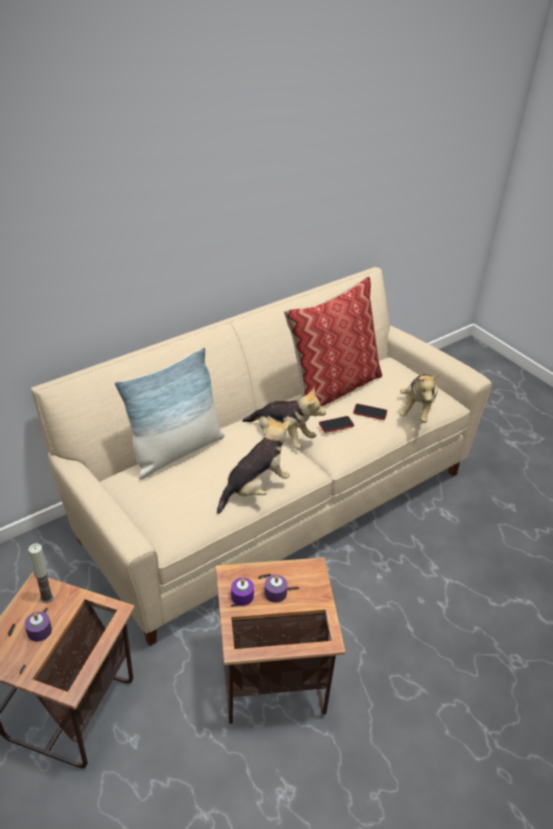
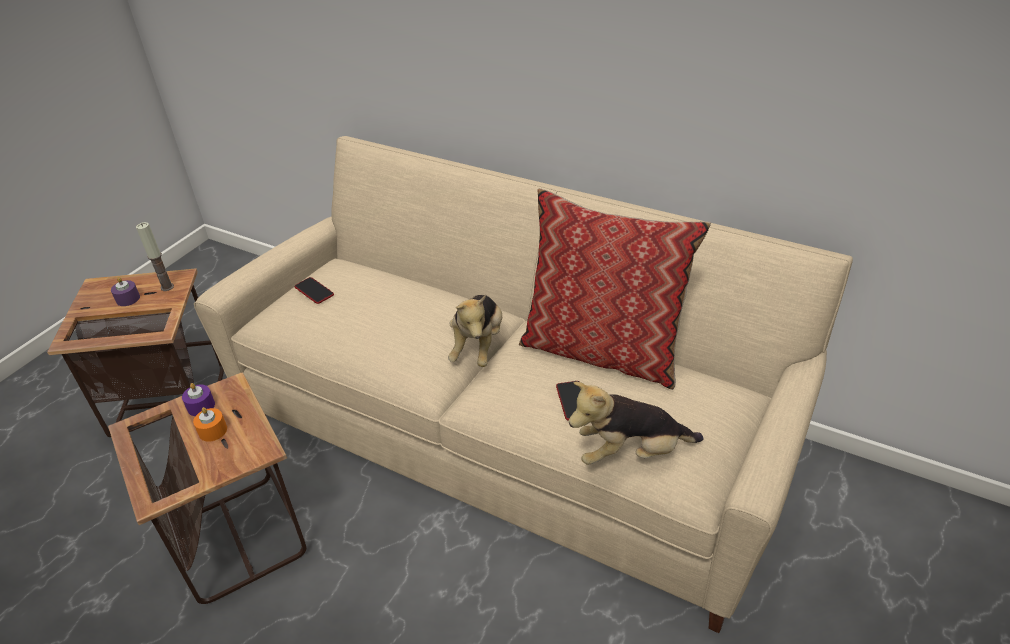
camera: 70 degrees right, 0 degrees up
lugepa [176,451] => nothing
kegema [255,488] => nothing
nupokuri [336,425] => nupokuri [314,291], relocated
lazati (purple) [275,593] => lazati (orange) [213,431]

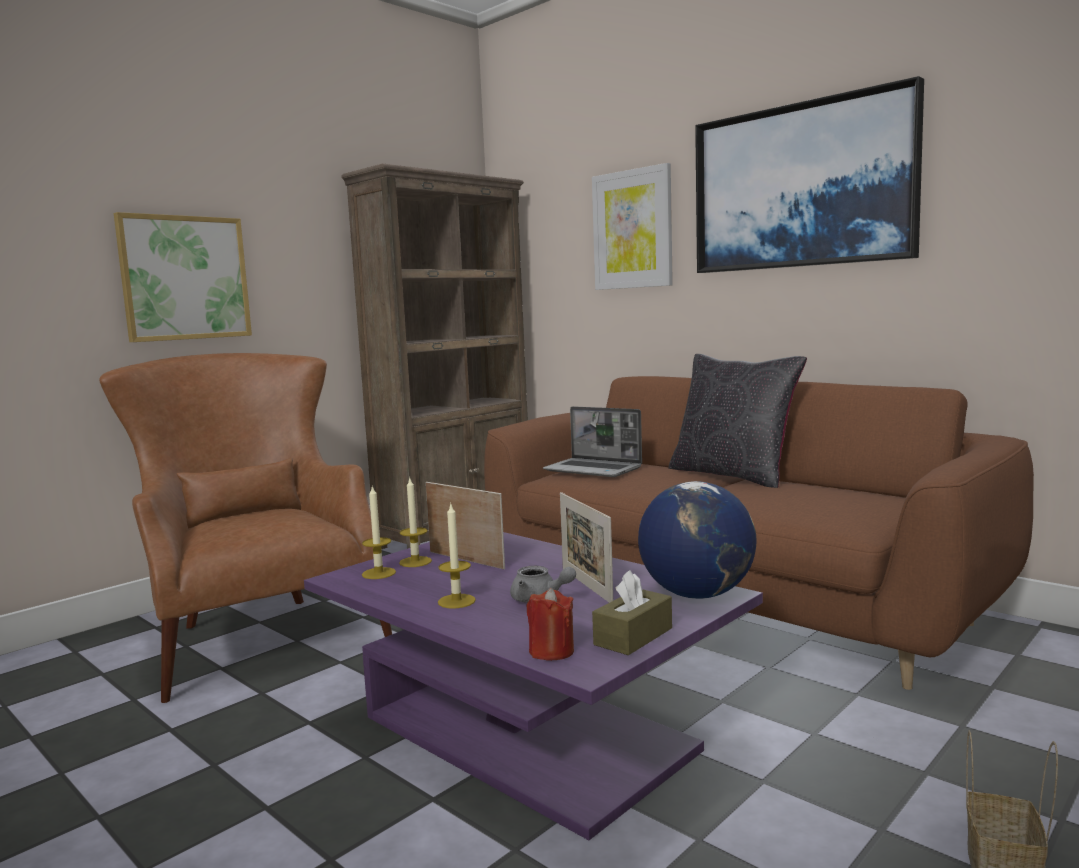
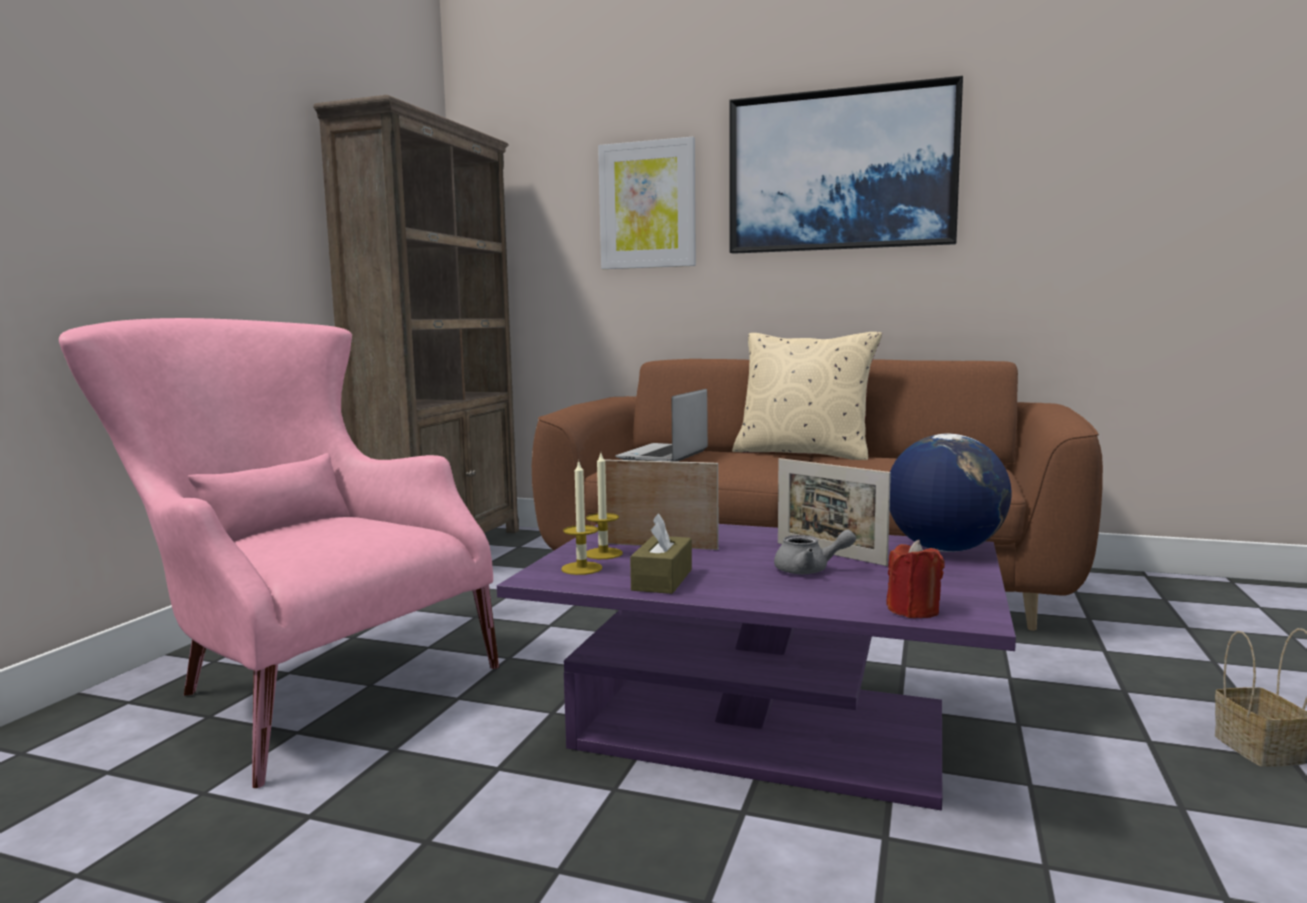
camera: 25 degrees left, 0 degrees up
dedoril [185,278] => nothing
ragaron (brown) [257,630] => ragaron (pink) [299,682]
lugepa (black) [733,475] => lugepa (beige) [804,453]
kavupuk [594,469] => kavupuk [664,455], 105 degrees clockwise
lazati [456,601] => nothing
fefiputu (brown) [633,636] => fefiputu (brown) [662,580], relocated

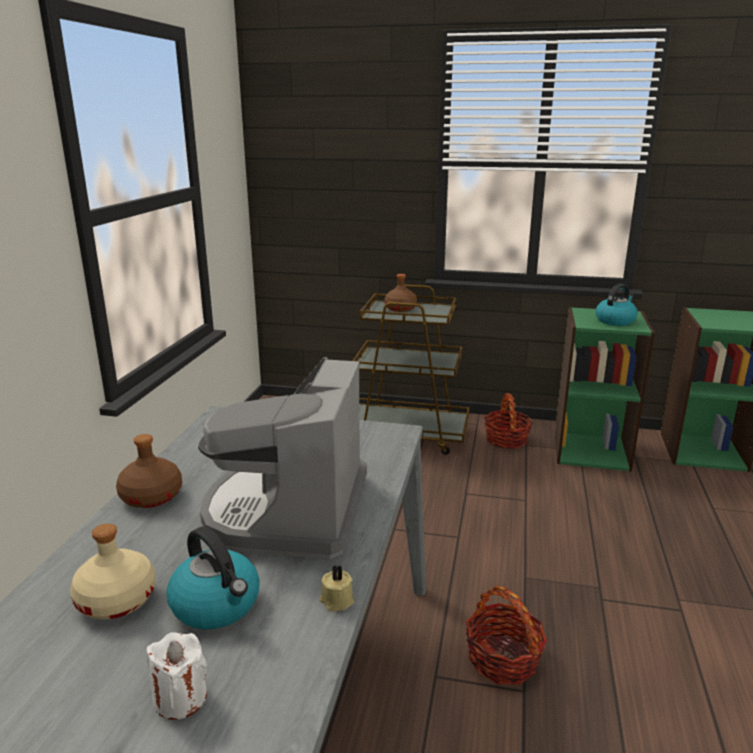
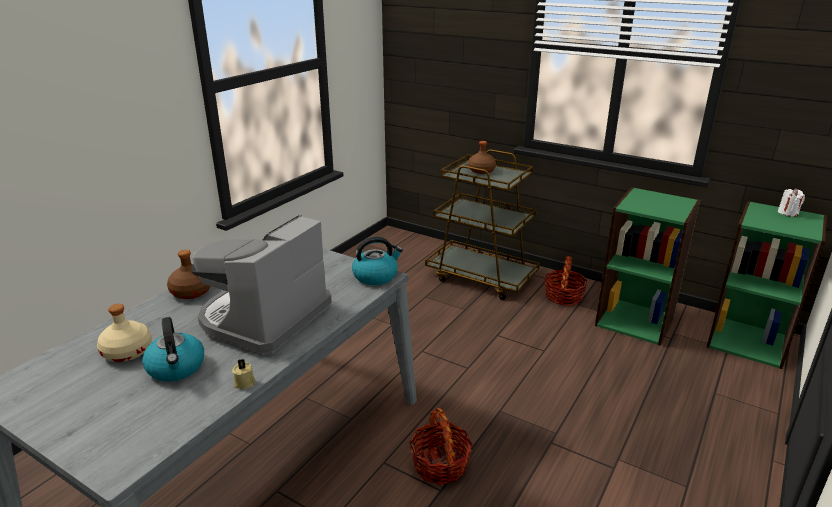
camera: 20 degrees right, 5 degrees up
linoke [615,320] => linoke [376,276], relocated
lazati (white) [180,698] => lazati (white) [788,213], relocated

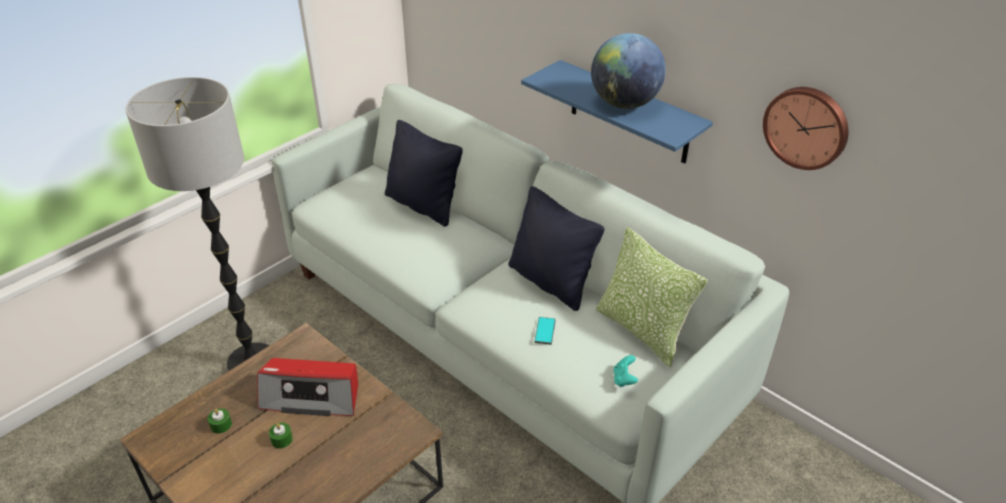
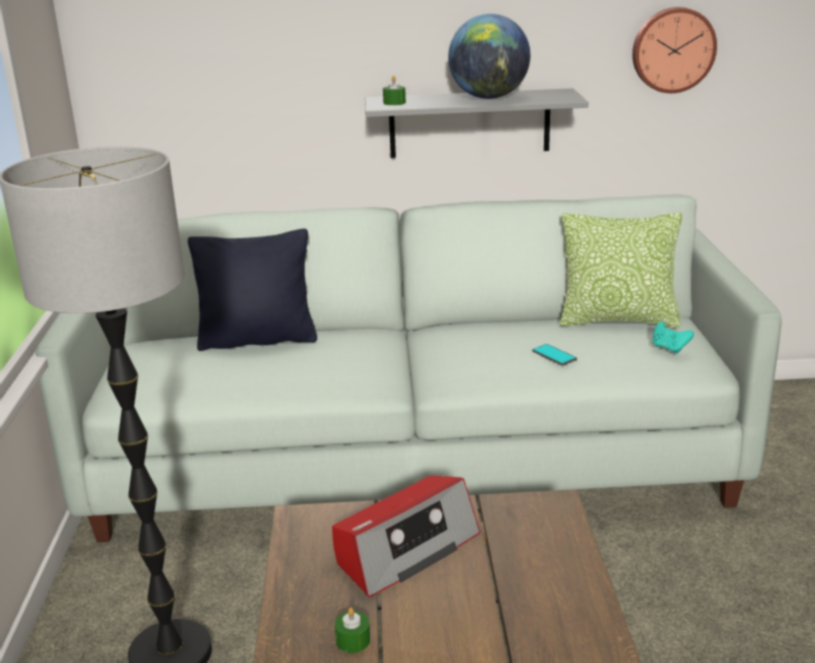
camera: 45 degrees left, 15 degrees down
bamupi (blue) [629,113] => bamupi (grey) [469,123]
lugepa (black) [551,282] => nothing
lazati (green) [282,439] => lazati (green) [394,103], relocated

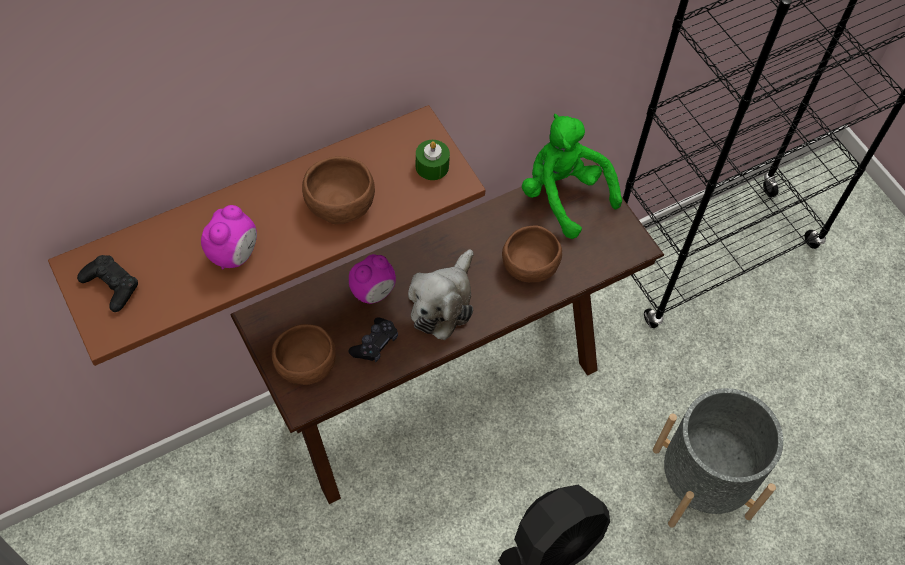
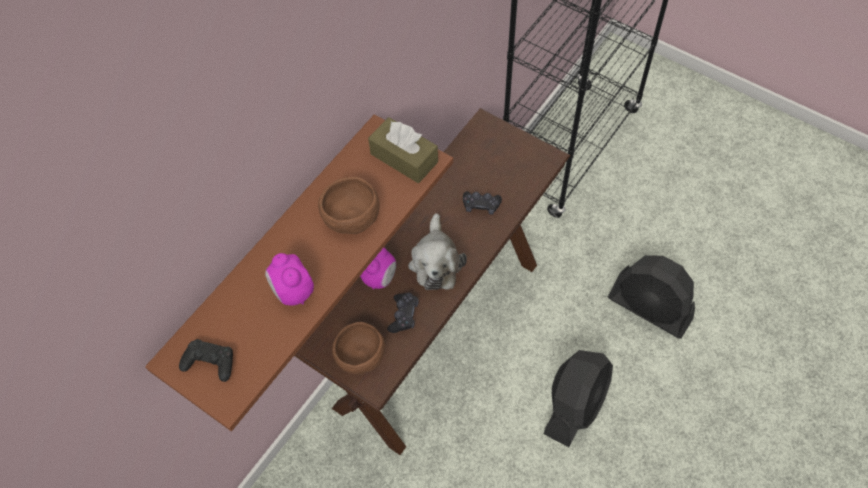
camera: 20 degrees left, 0 degrees up
kegema (green) [563,195] => nothing
lazati (green) [432,166] => fefiputu (brown) [404,158]
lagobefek [234,254] => lagobefek [293,292], 150 degrees clockwise
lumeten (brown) [528,264] => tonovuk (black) [481,205]
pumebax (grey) [701,482] => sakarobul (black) [649,309]

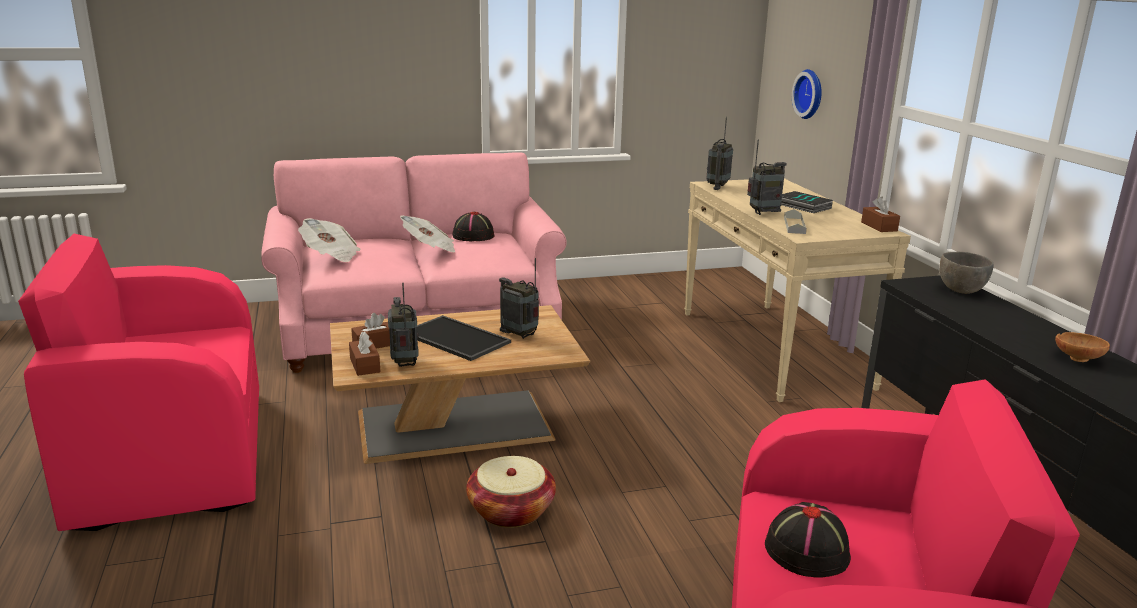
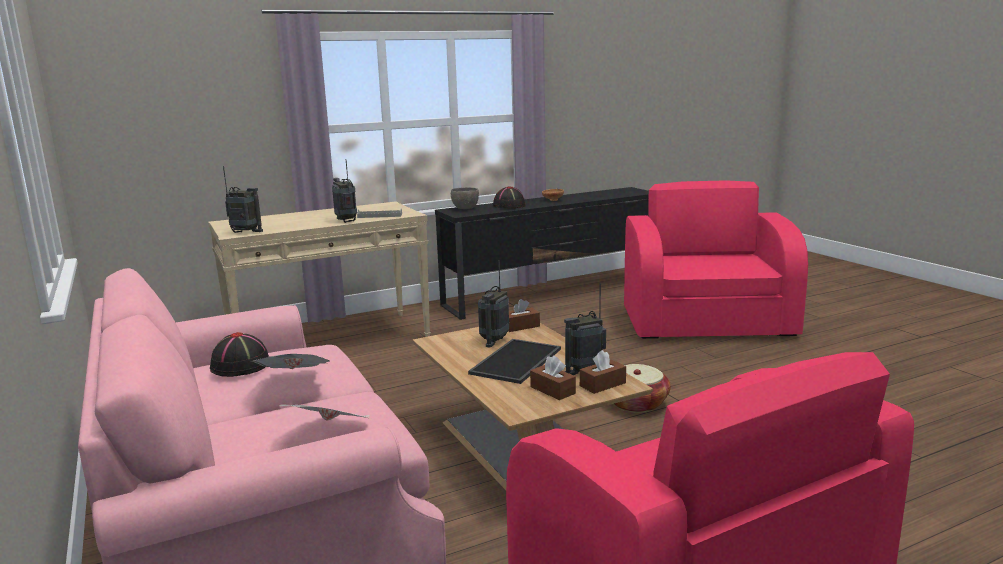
camera: 100 degrees left, 5 degrees down
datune [810,94] => nothing
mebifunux [802,206] => nothing
fefiputu (brown) [879,226] => fefiputu (brown) [520,326], relocated
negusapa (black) [807,550] => negusapa (black) [509,206], relocated

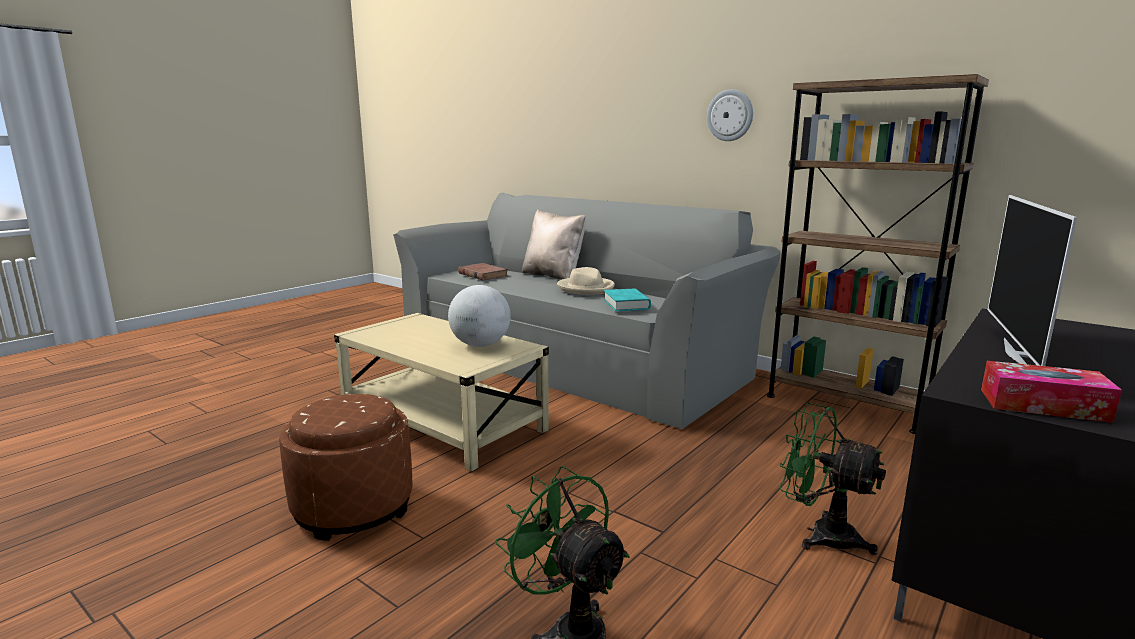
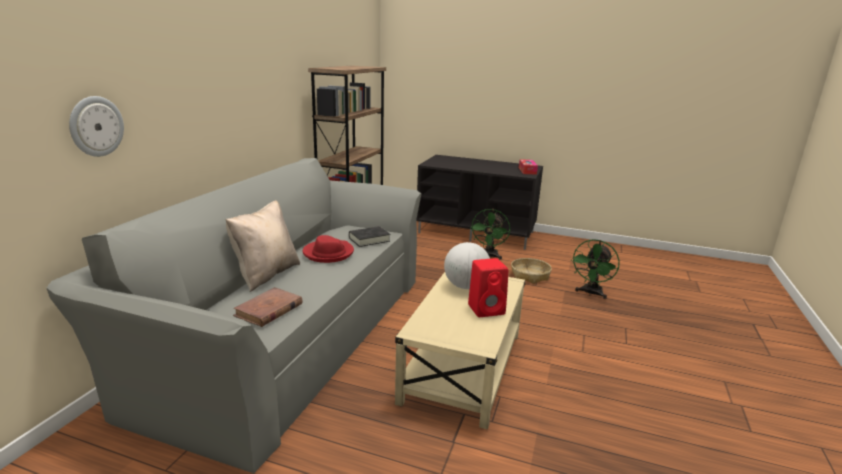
camera: 110 degrees left, 5 degrees up
datune [730,115] => datune [96,126], relocated
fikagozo [1019,354] => nothing
negusapa (beige) [586,288] => negusapa (red) [328,253]
mebifunux (turquoise) [626,304] => mebifunux (black) [369,239]
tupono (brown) [353,507] => nothing
nothing => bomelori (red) [487,309]
nothing => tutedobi [530,275]

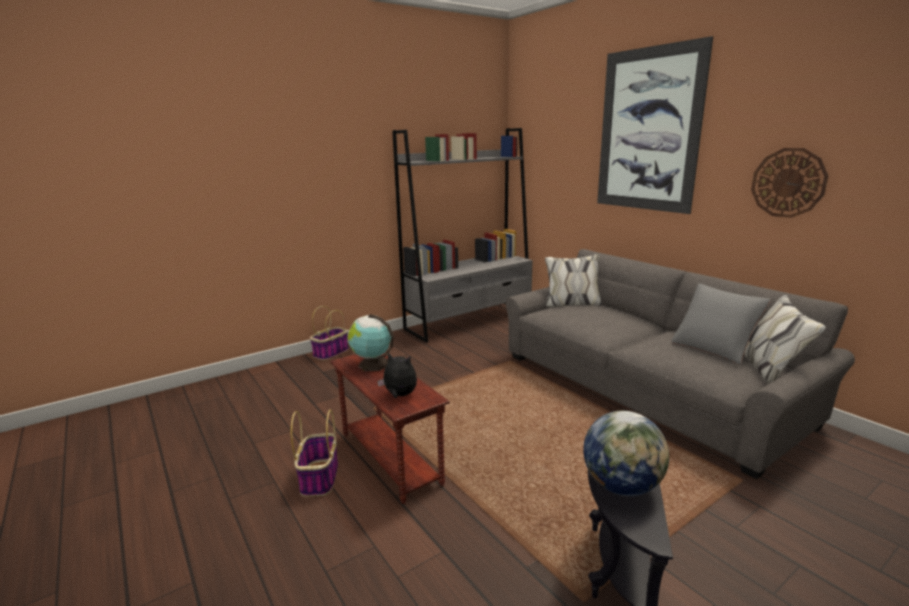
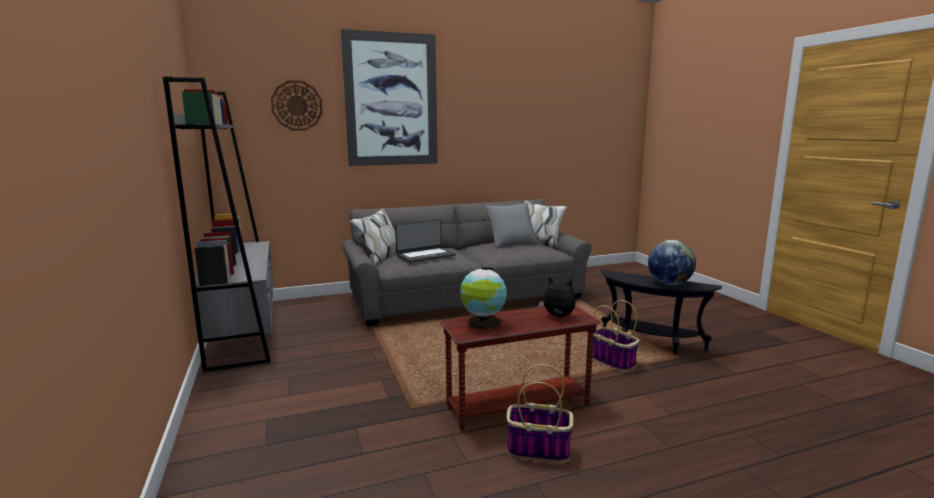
camera: 75 degrees left, 5 degrees down
datune [788,183] => datune [297,105], relocated
tutedobi [331,353] => tutedobi [613,361], relocated
kegema [399,395] => kegema [558,316], 75 degrees clockwise
nothing => kavupuk [425,255]

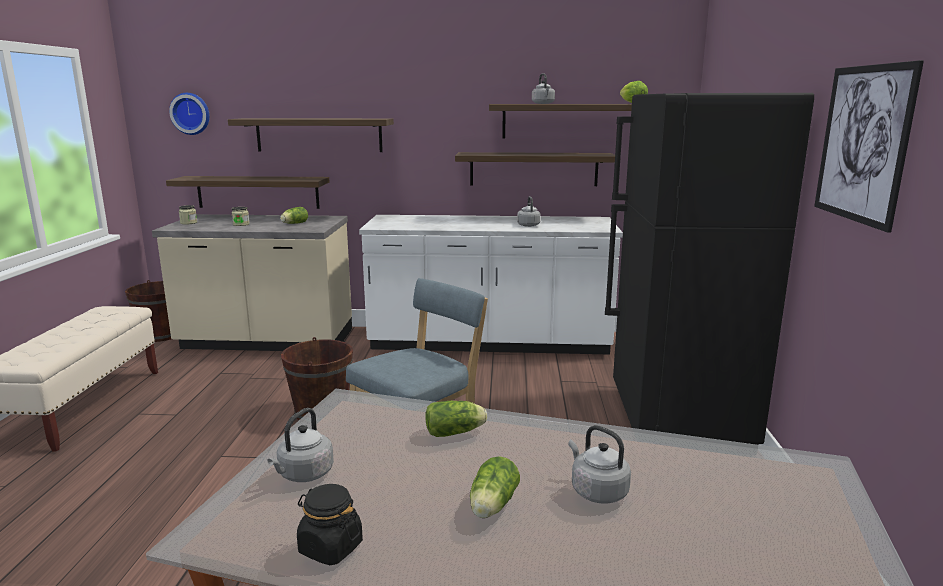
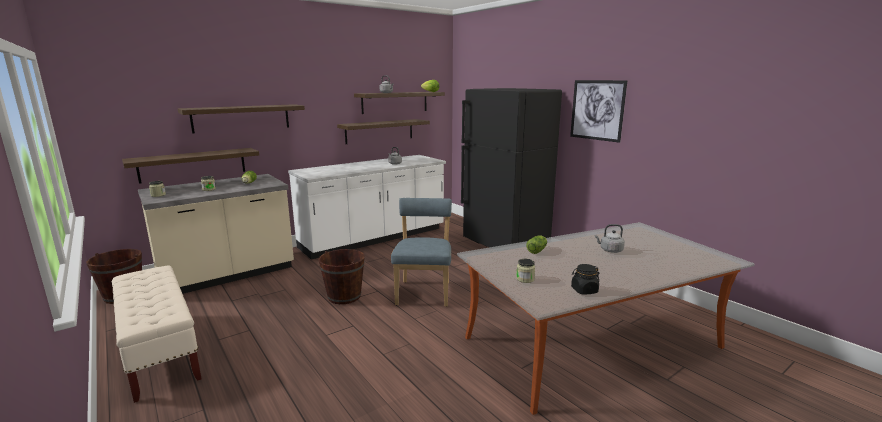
camera: 40 degrees left, 0 degrees up
datune [191,113] => nothing
linoke (grey) [304,474] => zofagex [525,279]
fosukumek [491,506] => nothing

